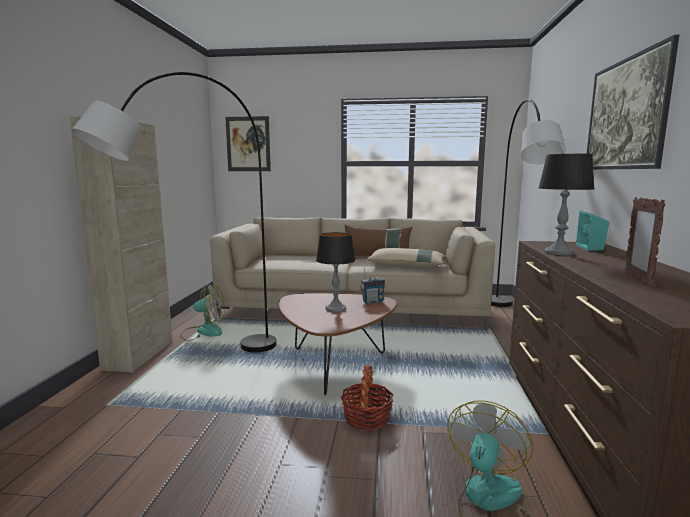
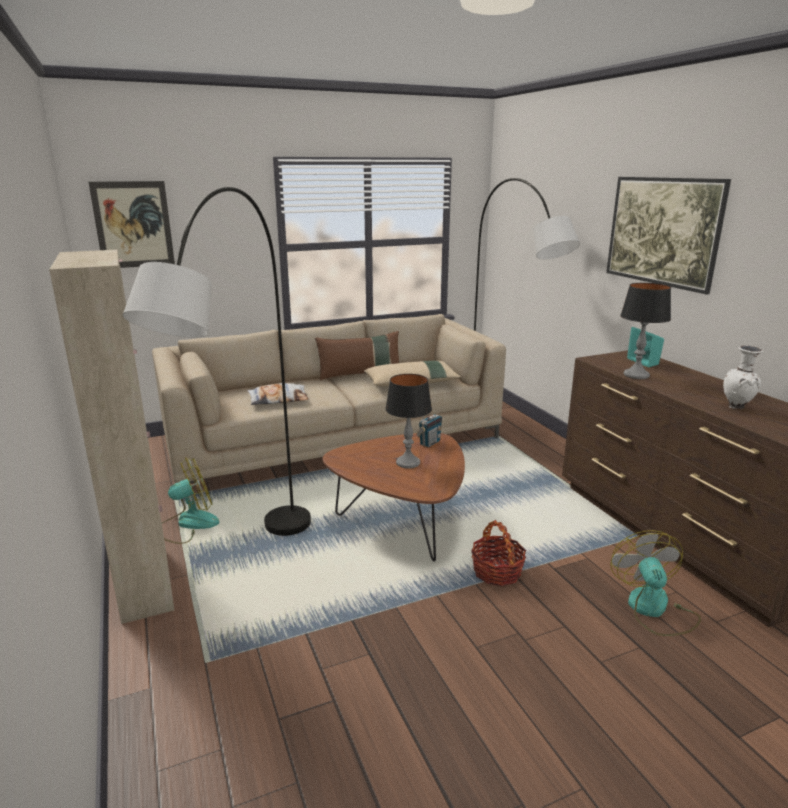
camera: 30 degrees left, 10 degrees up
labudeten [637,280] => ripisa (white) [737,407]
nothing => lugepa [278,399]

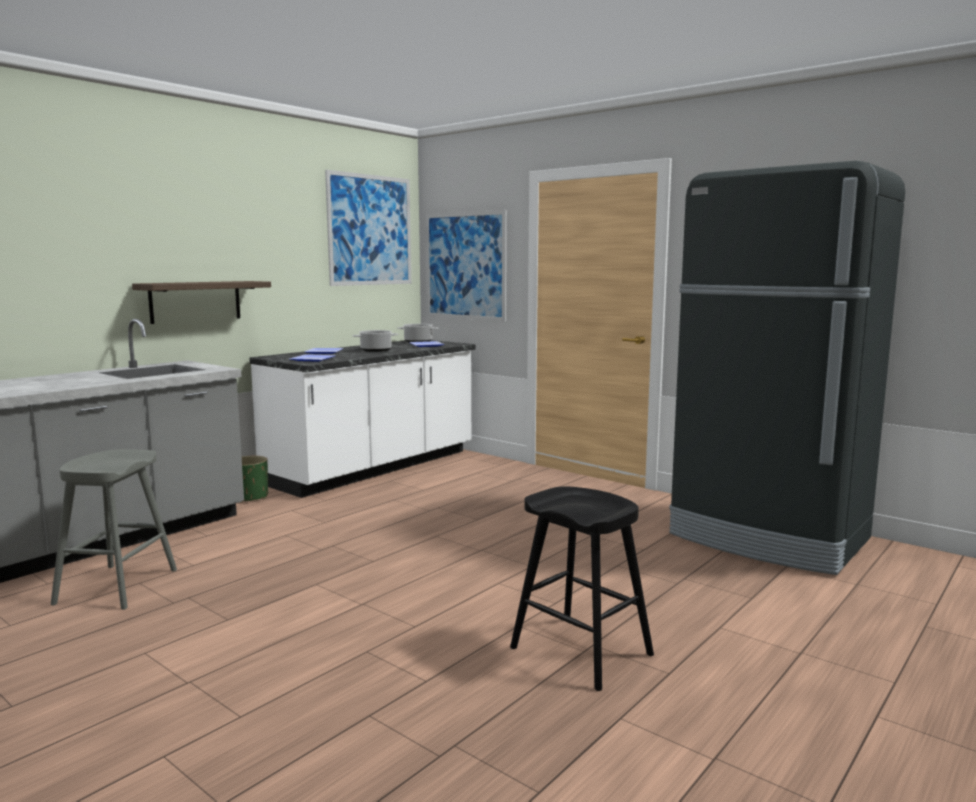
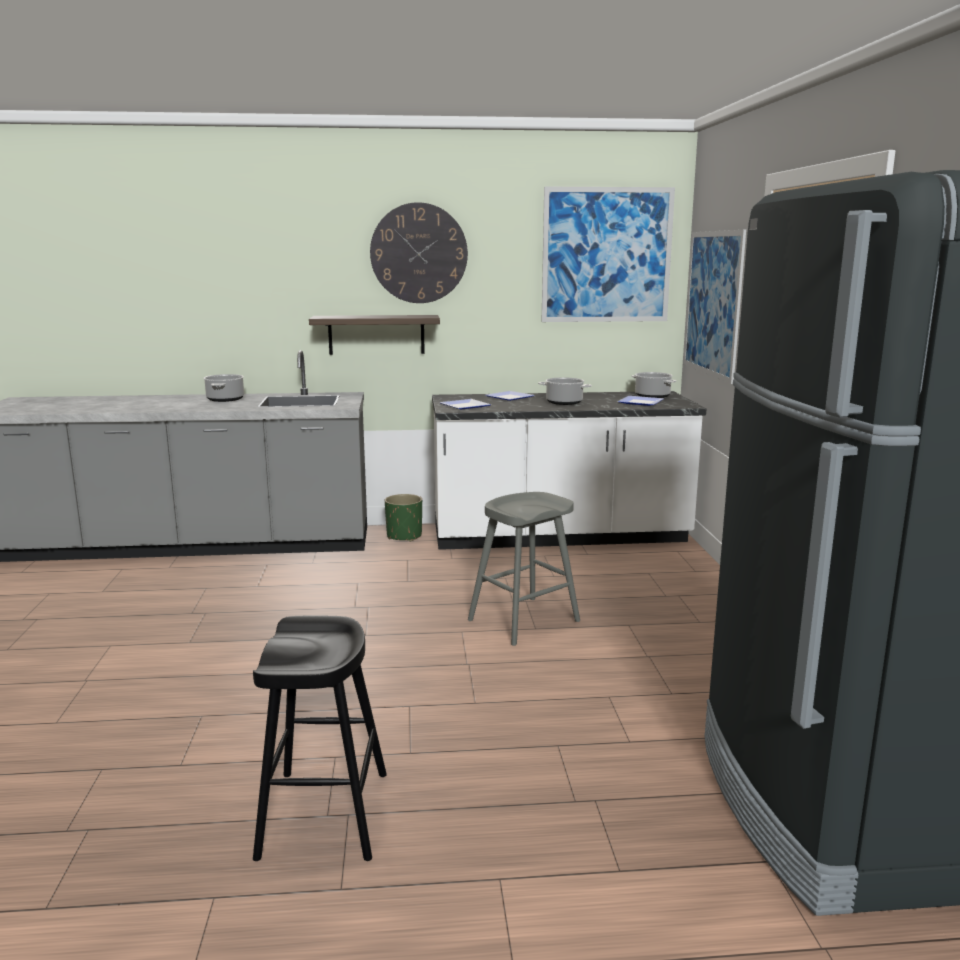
camera: 45 degrees right, 5 degrees up
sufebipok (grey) [117,587] => sufebipok (grey) [523,621], relocated
nothing => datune [419,253]
nothing => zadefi [225,399]

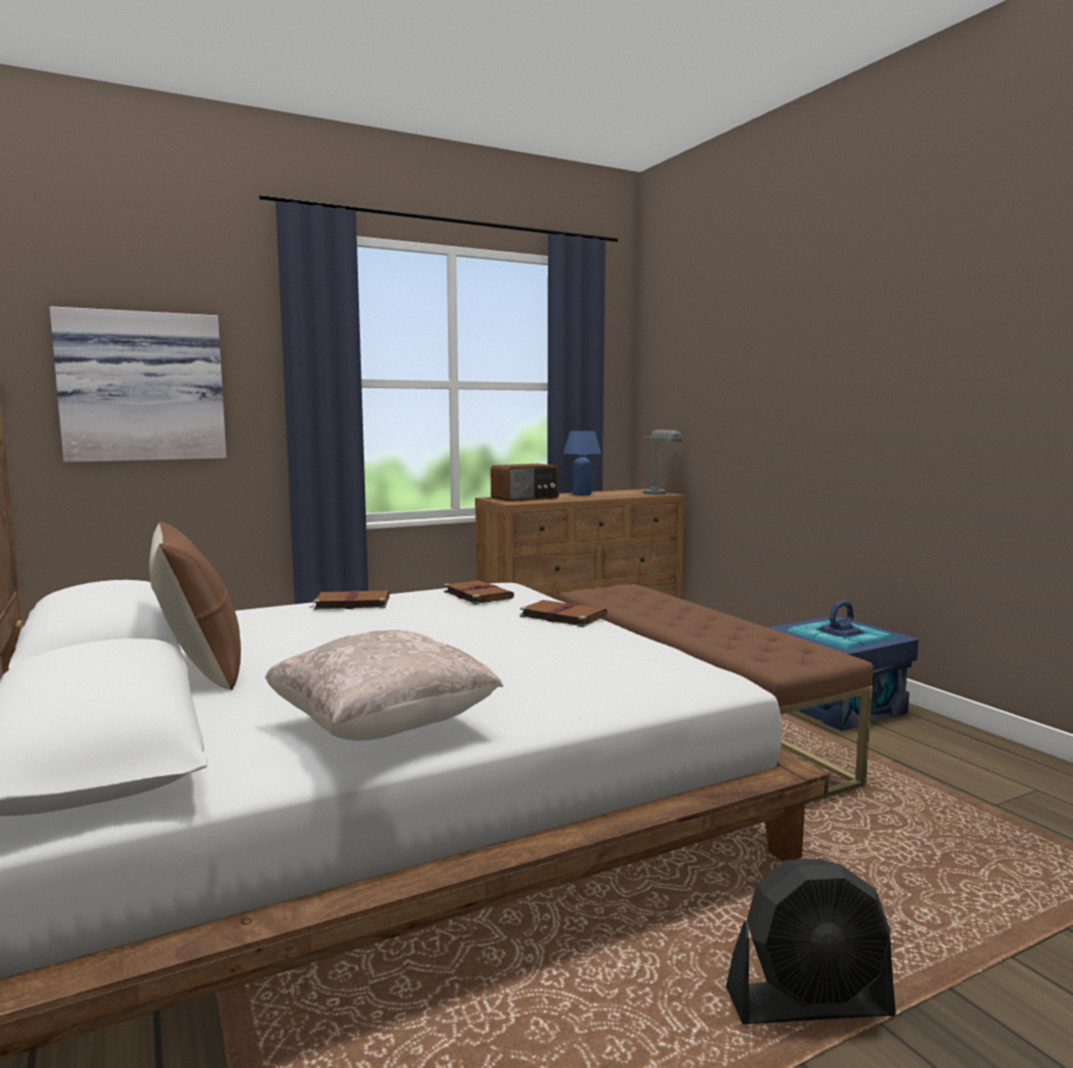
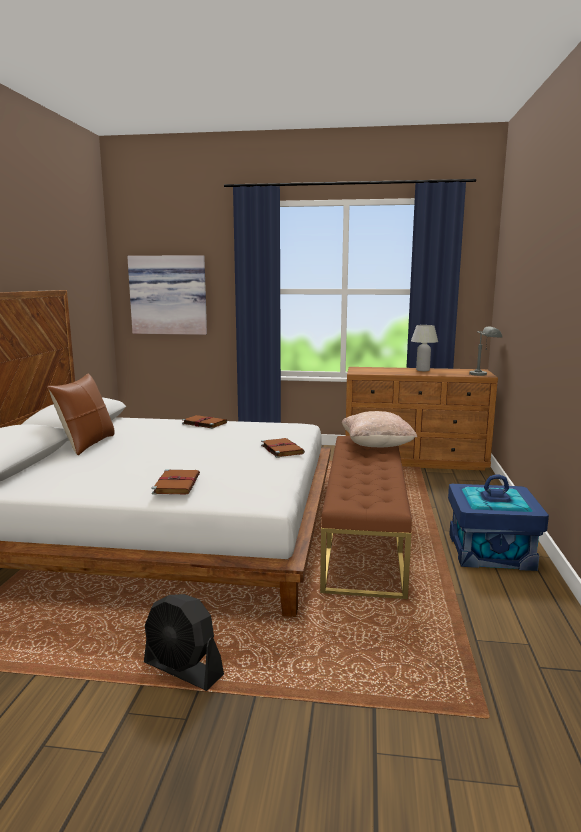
camera: 35 degrees right, 5 degrees up
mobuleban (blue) [581,494] => mobuleban (white) [422,370]
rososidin [525,498] => nothing
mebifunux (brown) [477,595] => mebifunux (brown) [177,484], relocated
lugepa (beige) [382,728] => lugepa (beige) [376,446], relocated

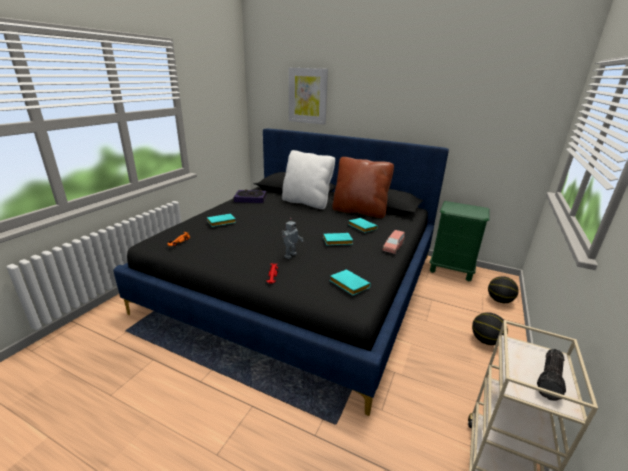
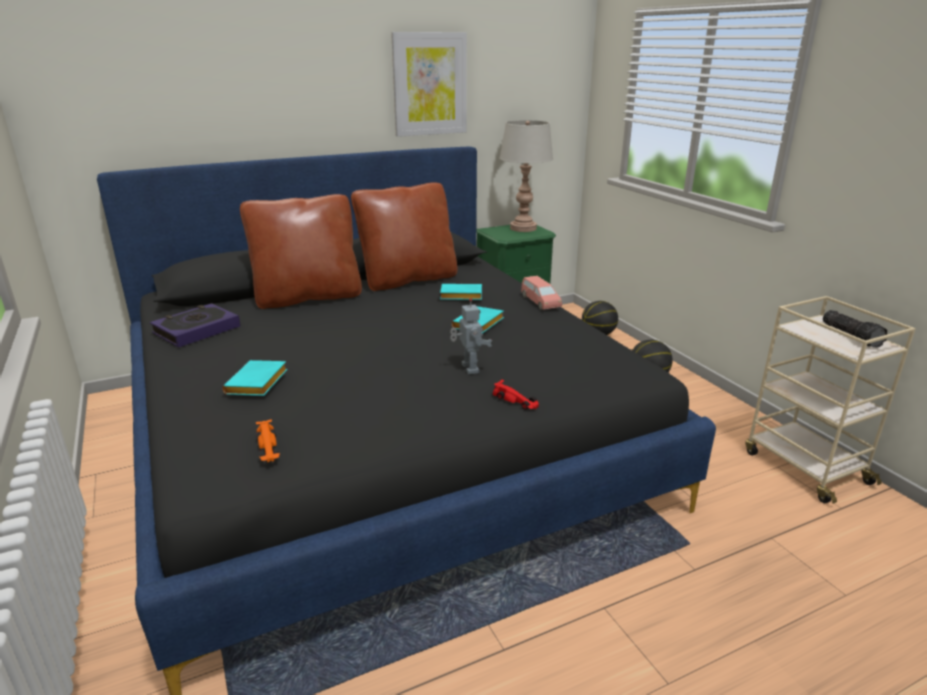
camera: 50 degrees left, 0 degrees up
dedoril [307,96] => dedoril [429,84], relocated
lugepa (white) [306,202] => lugepa (brown) [308,297]
mebifunux (turquoise) [348,285] => nothing
nothing => mobuleban (grey) [523,228]

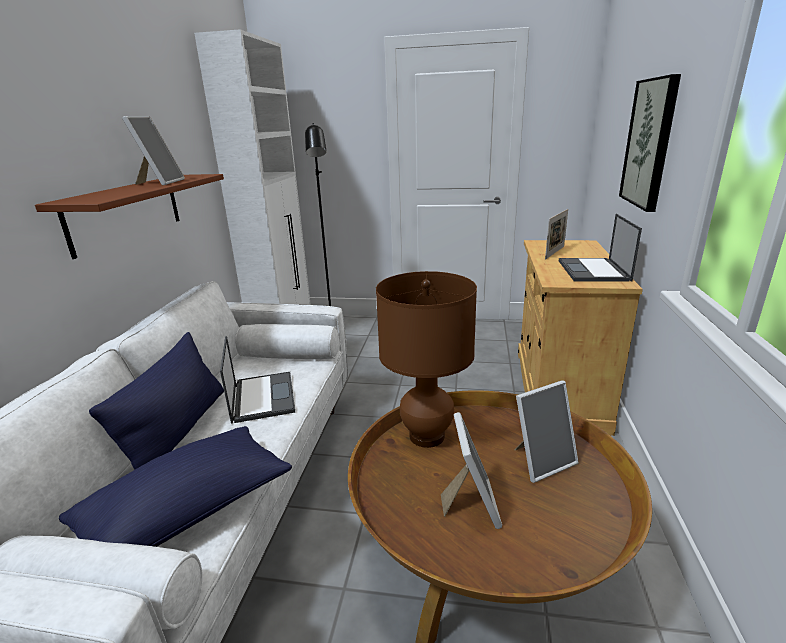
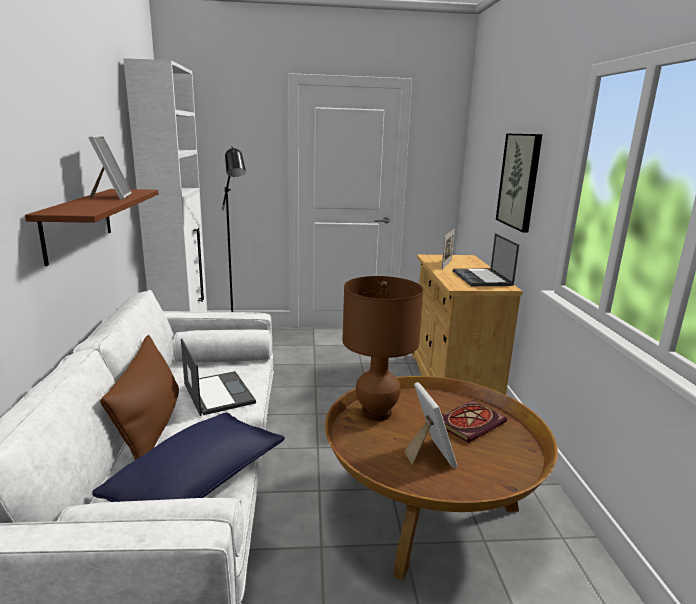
camera: 15 degrees left, 5 degrees down
lugepa (blue) [178,431] => lugepa (brown) [150,426]
labudeten [541,461] => mebifunux [470,422]

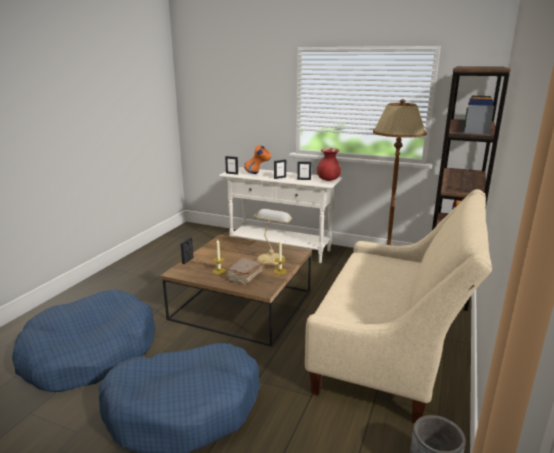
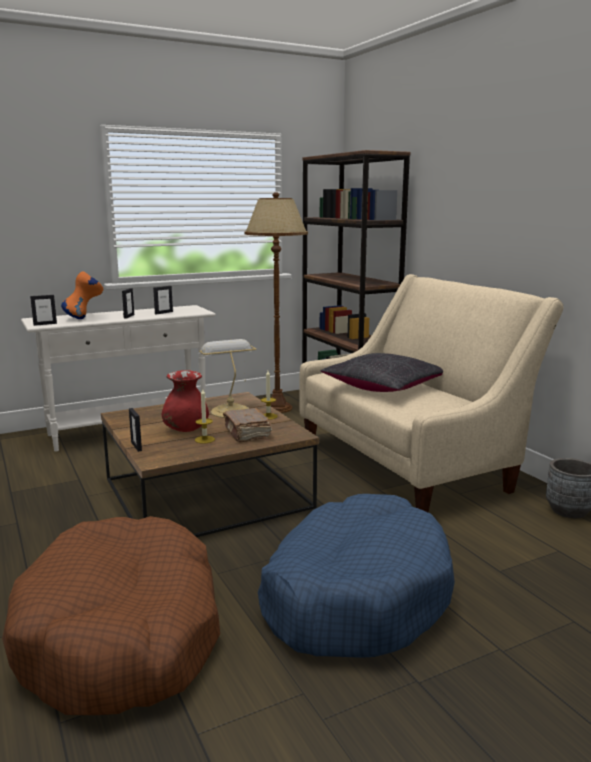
camera: 50 degrees left, 5 degrees down
ripisa (red) [328,180] => ripisa (red) [185,429], relocated
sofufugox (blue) [90,353] => sofufugox (brown) [122,635]
nothing => lugepa (black) [383,387]

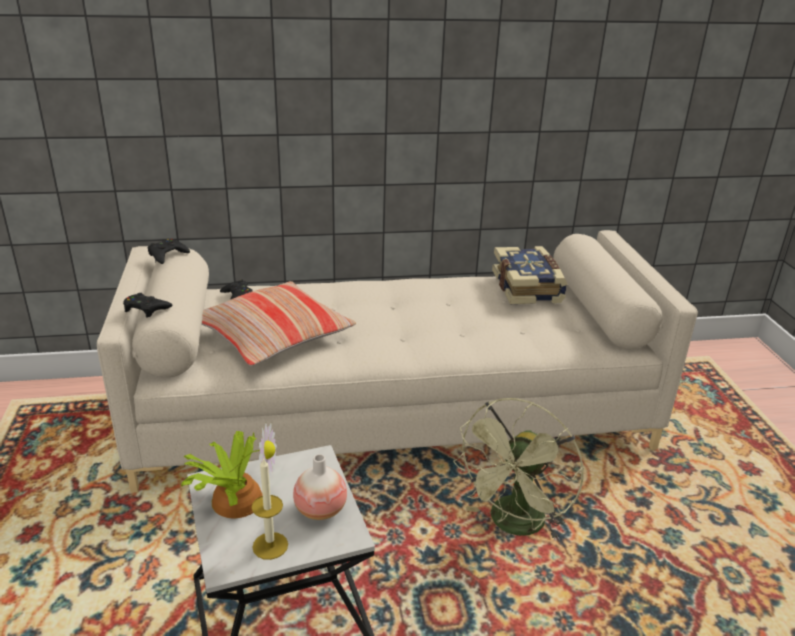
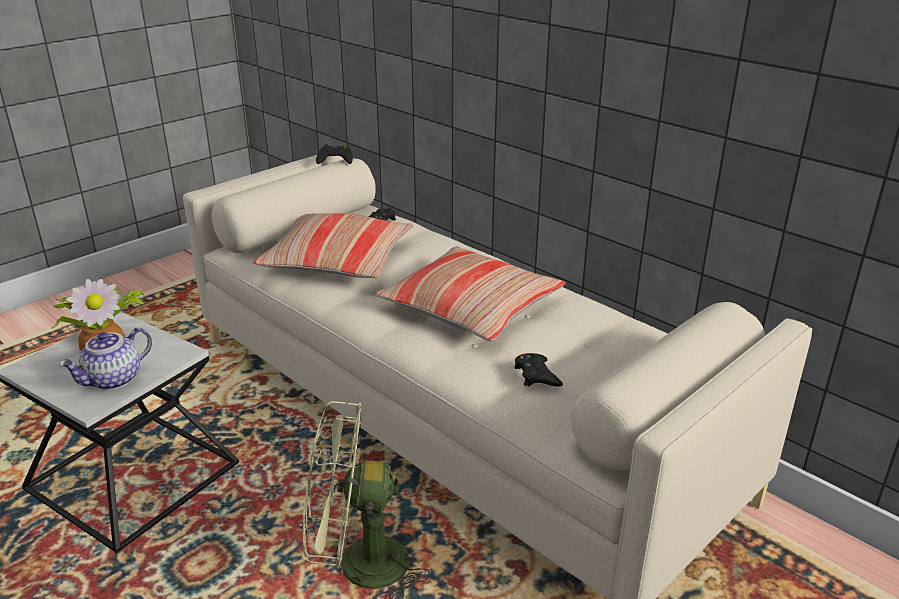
camera: 55 degrees right, 0 degrees up
mebifunux [528,287] => nothing
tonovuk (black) [146,309] => tonovuk (black) [536,375], relocated
ripisa [320,510] => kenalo [114,380]
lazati [270,545] => nothing
nothing => lugepa [471,307]

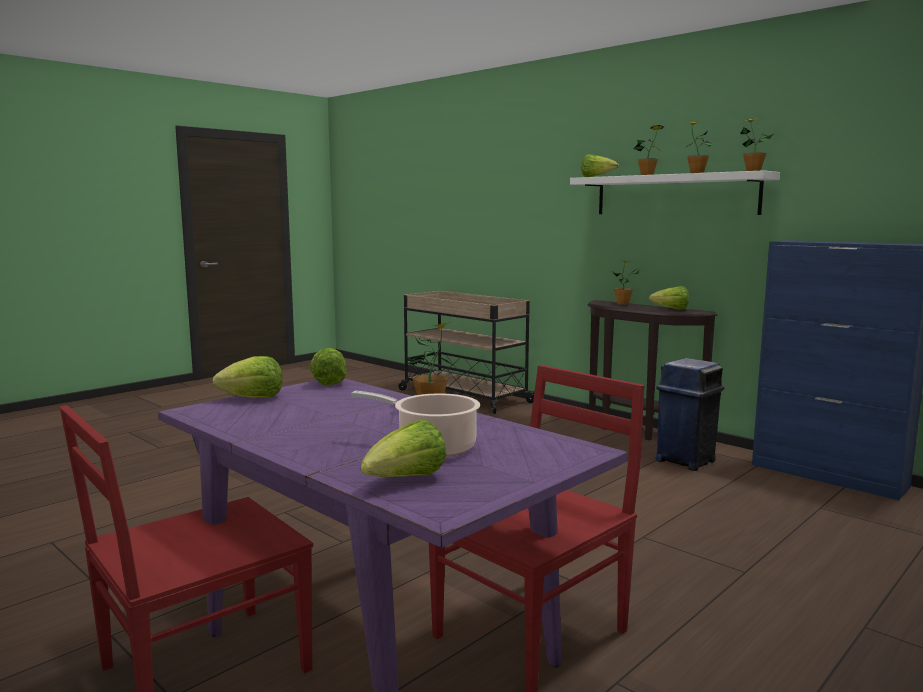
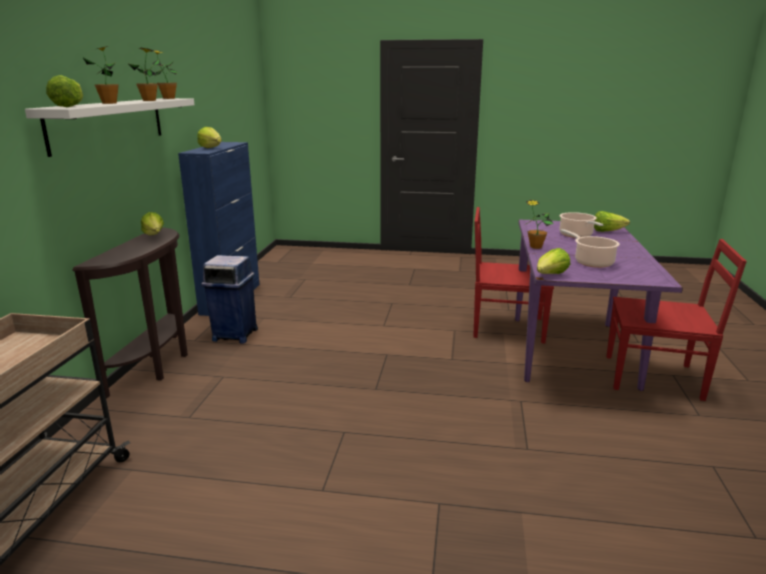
camera: 125 degrees left, 10 degrees up
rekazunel [622,304] => nothing
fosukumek [253,398] => fosukumek [211,148], relocated
nothing => zadefi [591,262]

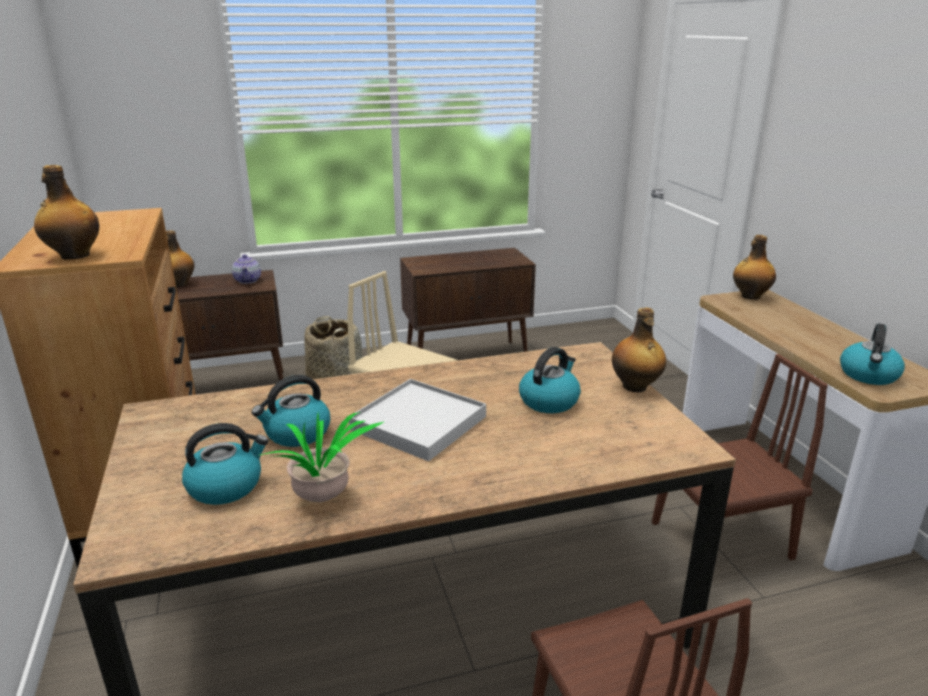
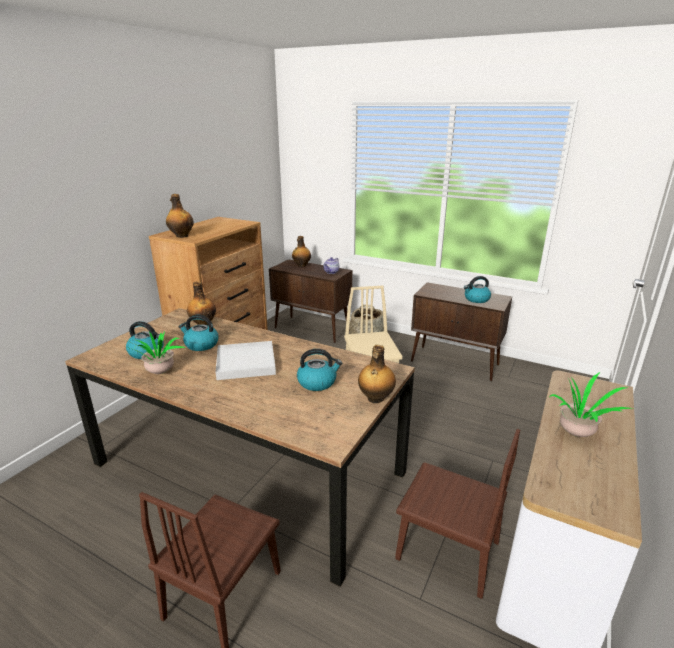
camera: 45 degrees right, 0 degrees up
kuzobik [750,296] => kuzobik [203,324], relocated
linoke [868,375] => linoke [476,299], relocated
nothing => rekazunel [578,433]

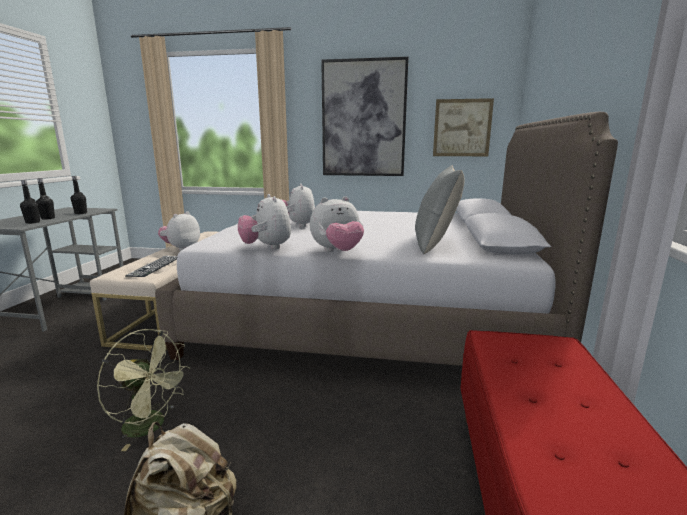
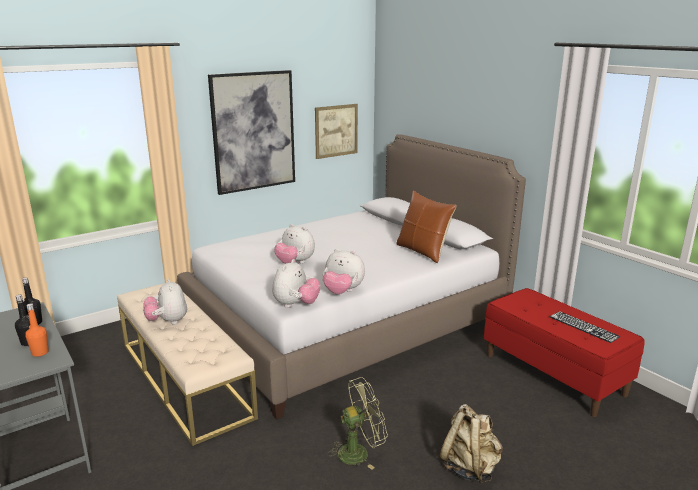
camera: 45 degrees left, 5 degrees up
lugepa (grey) [435,244] => lugepa (brown) [423,252]
kuzobik (black) [33,222] => kuzobik (orange) [40,353]
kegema [337,252] => kegema [296,305], relocated
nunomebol [155,266] => nunomebol [583,326], relocated

